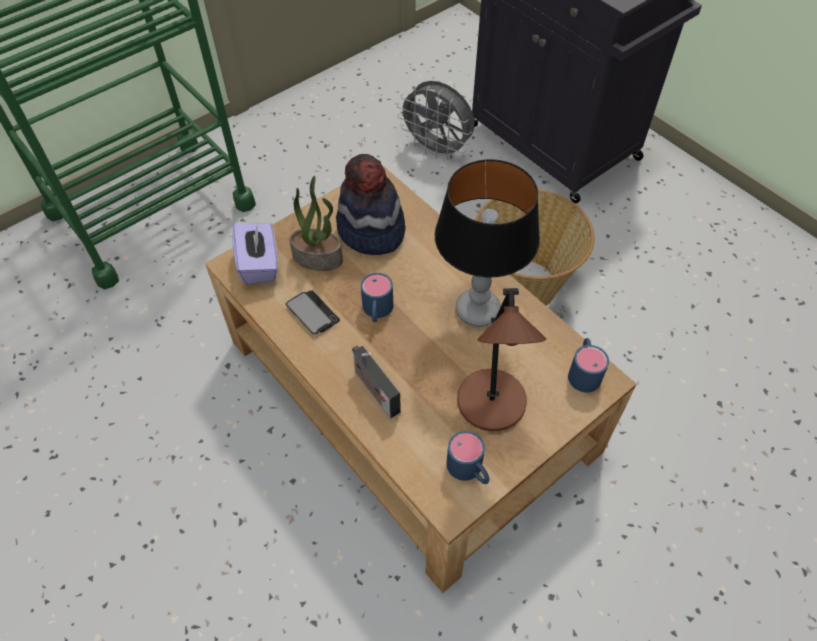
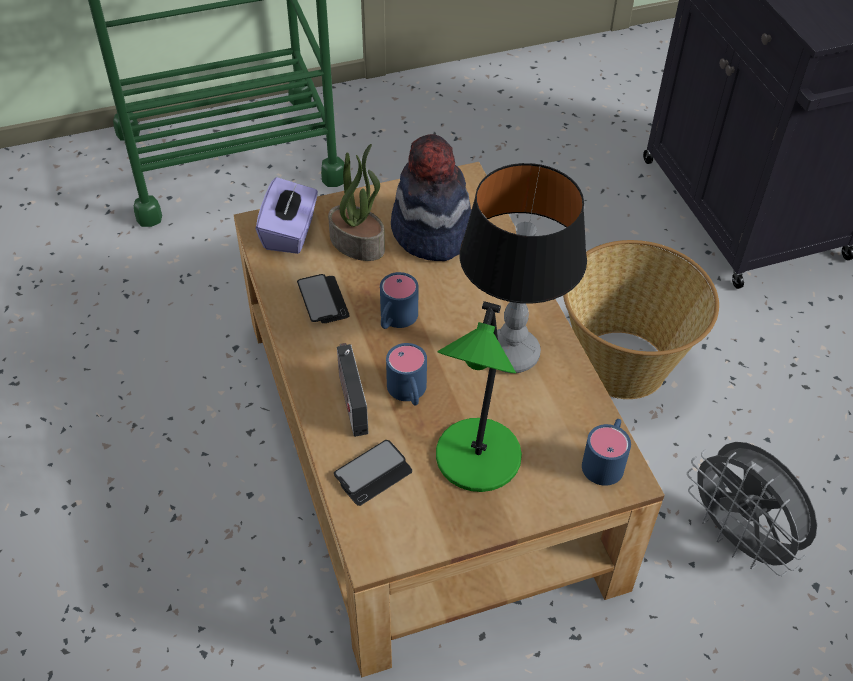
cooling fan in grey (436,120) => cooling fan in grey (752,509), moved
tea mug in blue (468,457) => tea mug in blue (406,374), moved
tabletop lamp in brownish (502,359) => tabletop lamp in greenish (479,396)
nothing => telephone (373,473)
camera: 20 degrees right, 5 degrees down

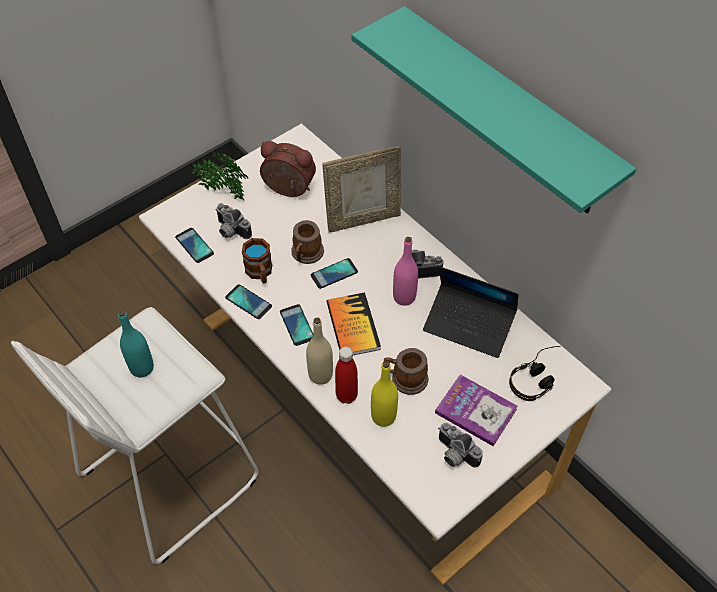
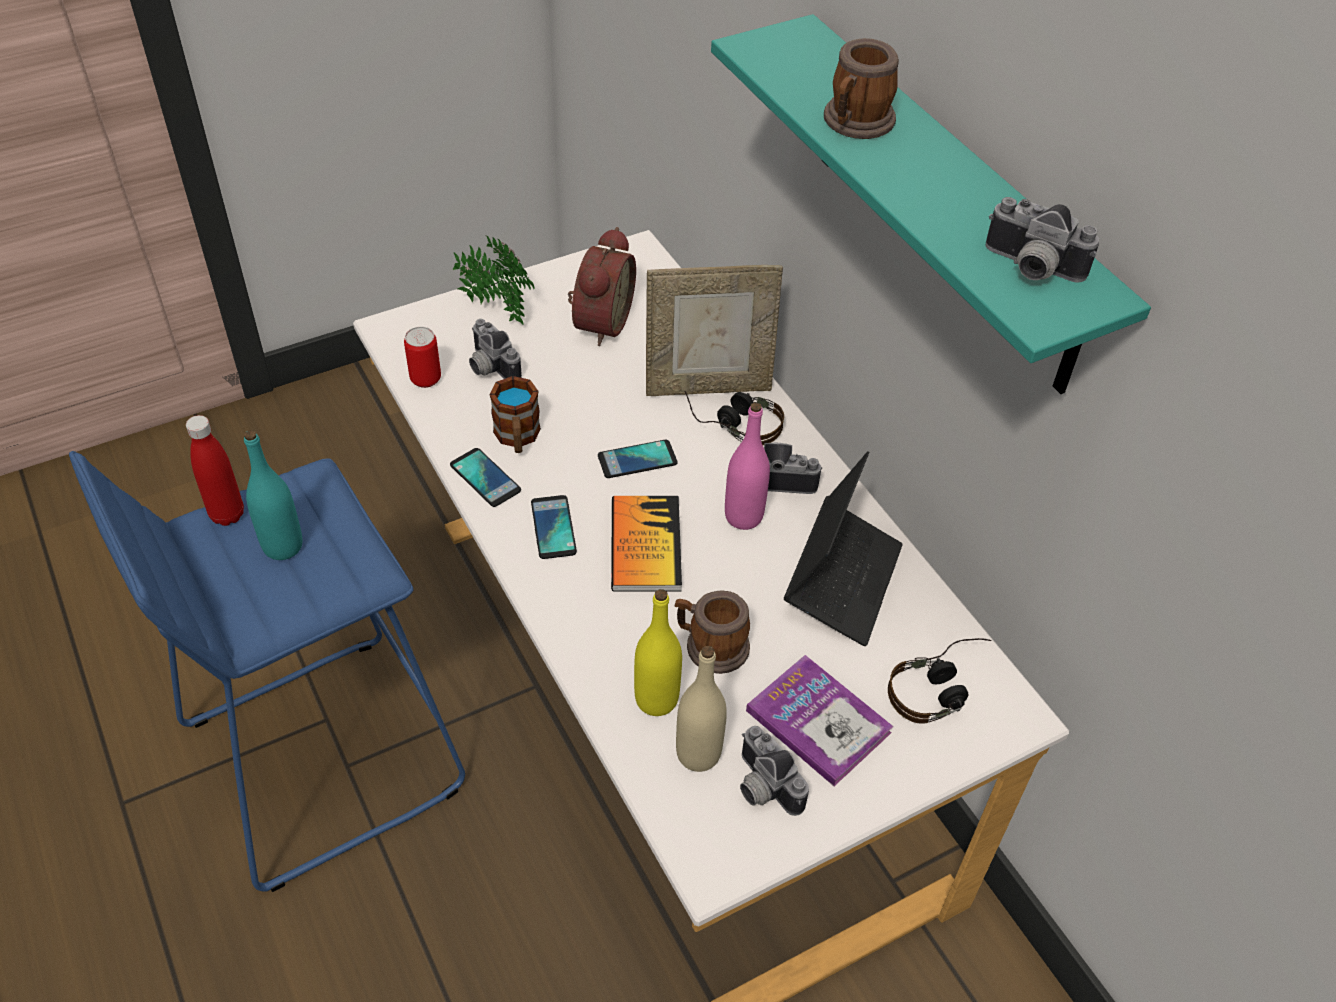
sitting stool in whitish (134,435) => sitting stool in blue (267,671)
telephone (194,245) => metal can (422,357)
table clock (288,169) => table clock (602,286), 75 degrees clockwise
tea mug (307,242) => tea mug (861,88), moved
beverage bottle in sand-coloured (319,351) => beverage bottle in sand-coloured (701,709), moved
beverage bottle in red (346,375) => beverage bottle in red (215,470), moved
laptop (471,312) => laptop (843,548), 105 degrees counterclockwise
nothing => headset (734,418)
nothing => still camera (1042,240)
camera: 10 degrees right, 5 degrees down

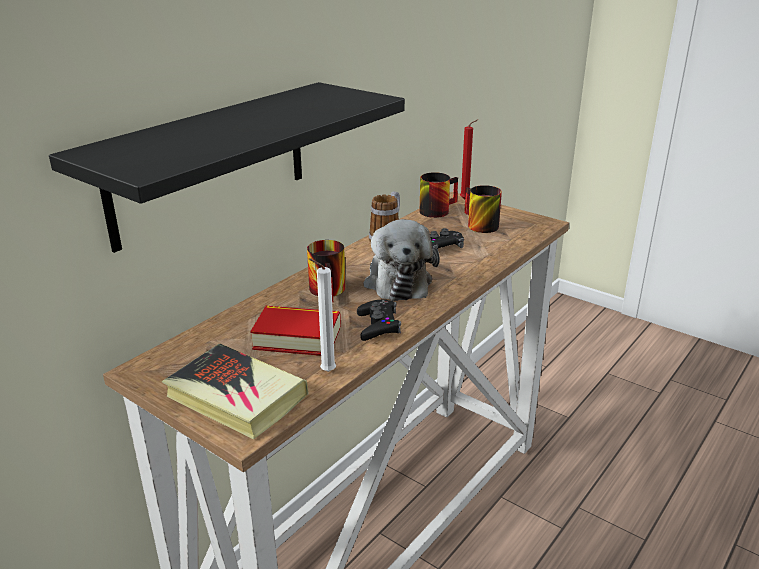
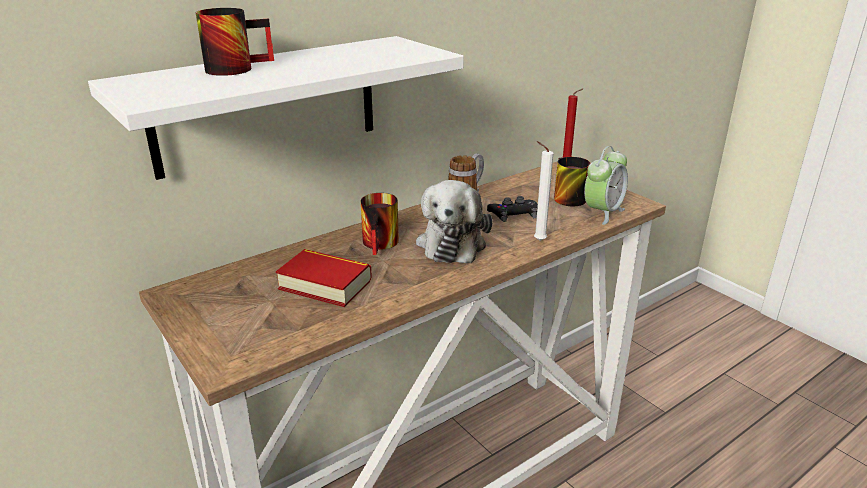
bracket shelf in black (227,167) => bracket shelf in whitish (276,108)
volume (235,391) => nothing
wax candle in whitish (322,315) => wax candle in whitish (543,191), moved
game controller in black (379,320) => nothing
tea mug (438,195) => tea mug (235,42), moved
nothing => table clock (606,185)
camera: 15 degrees right, 0 degrees up

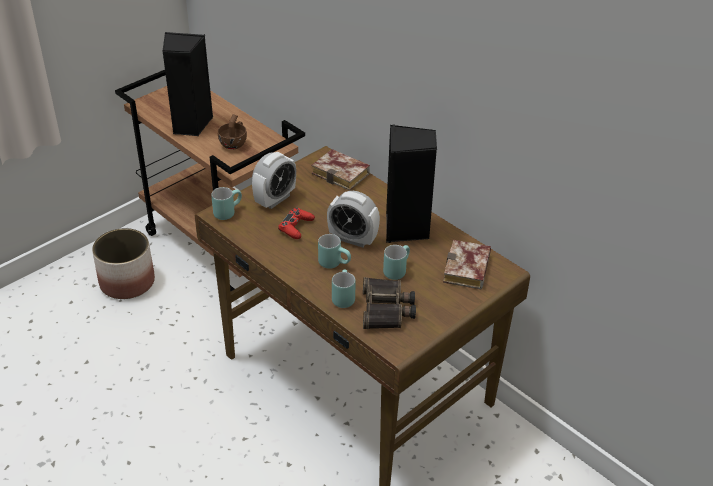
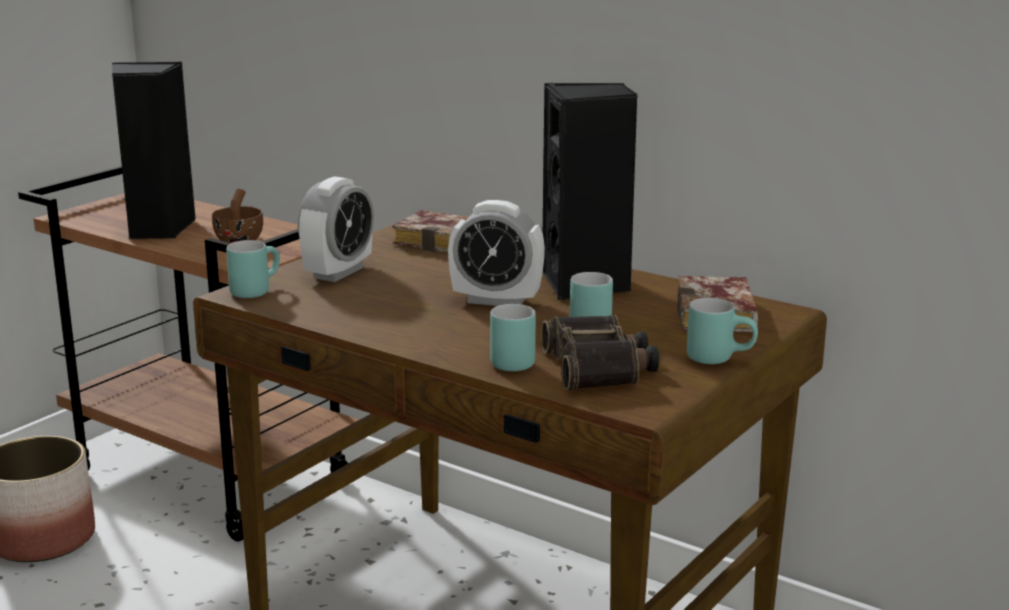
game controller in red (296,223) => nothing
tea mug in turquoise (334,251) => tea mug in turquoise (722,331), moved
camera: 10 degrees left, 20 degrees down

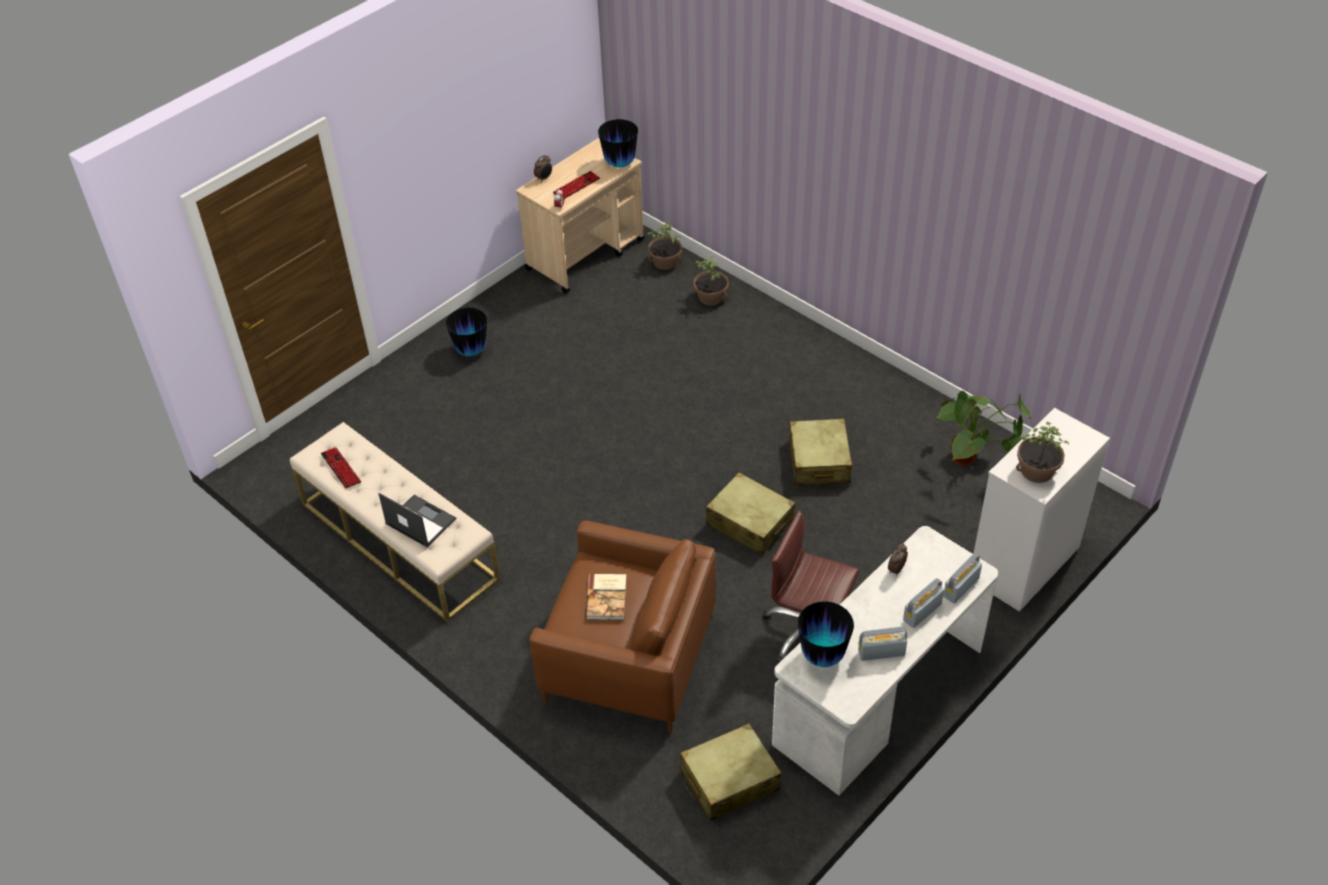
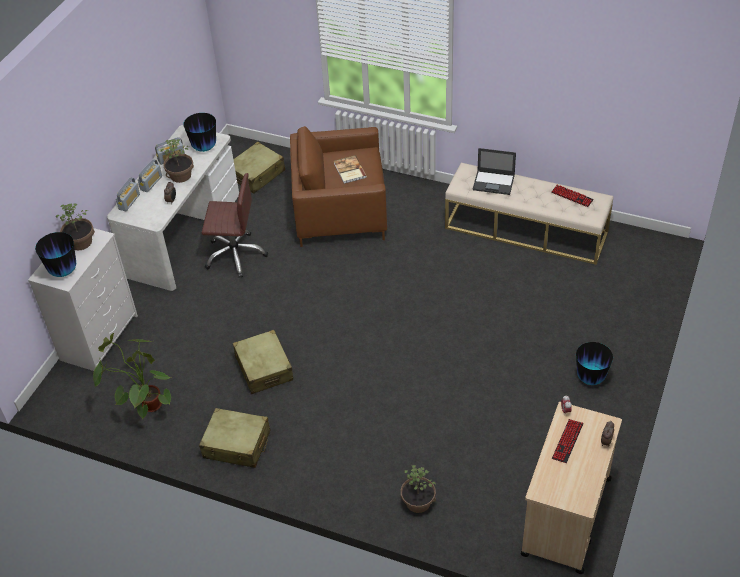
vase (618,143) => vase (55,254), moved
houseplant (665,245) => houseplant (177,161), moved
travel case in sand-coloured (750,513) => travel case in sand-coloured (234,438), moved
camera: 160 degrees right, 0 degrees up

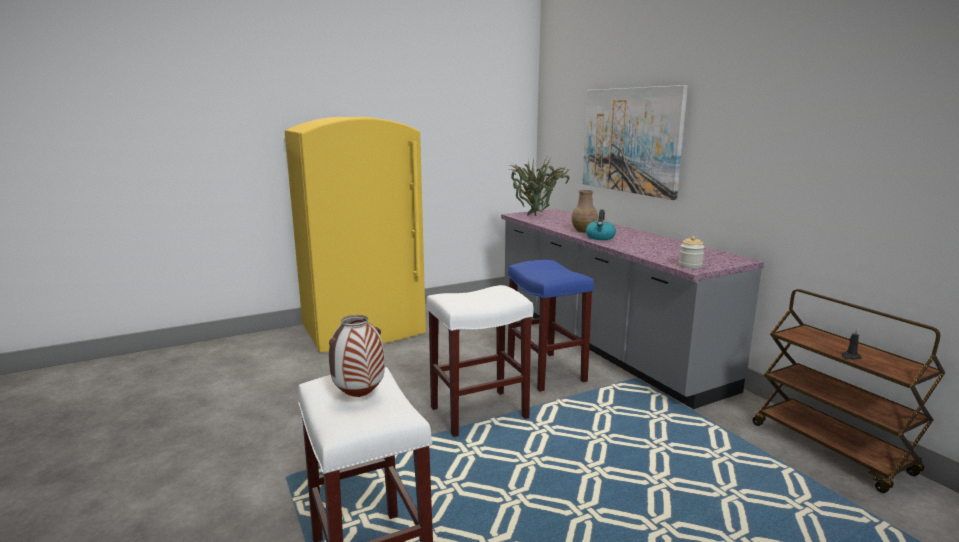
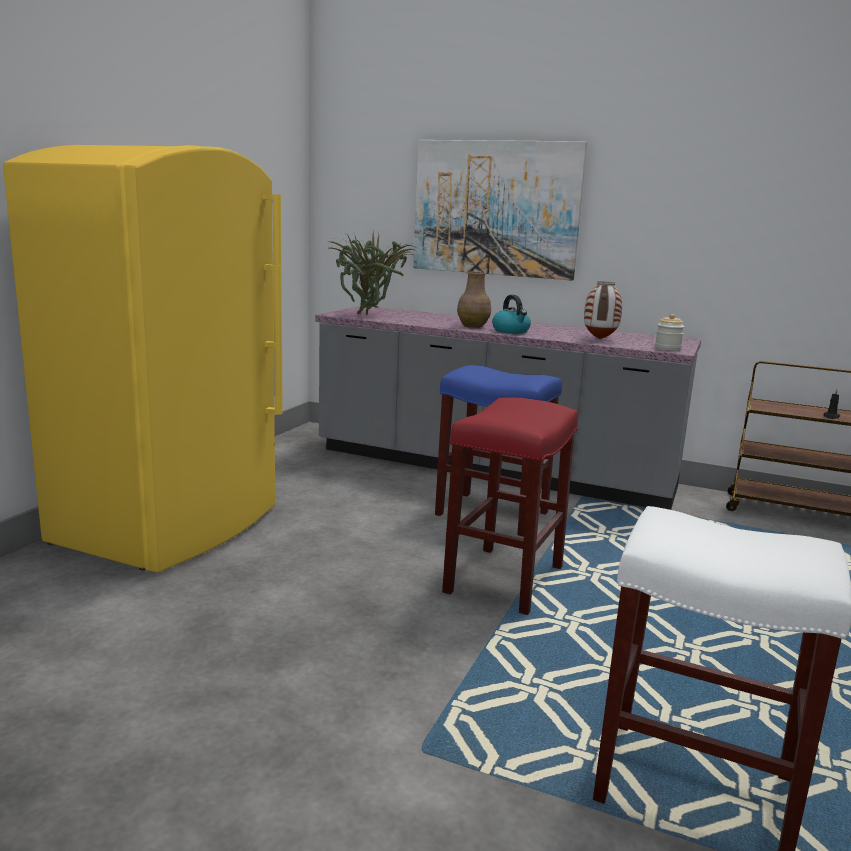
vase (357,356) => vase (603,310), moved
sitting stool in whitish (480,361) => sitting stool in red (510,506)
camera: 40 degrees left, 0 degrees up

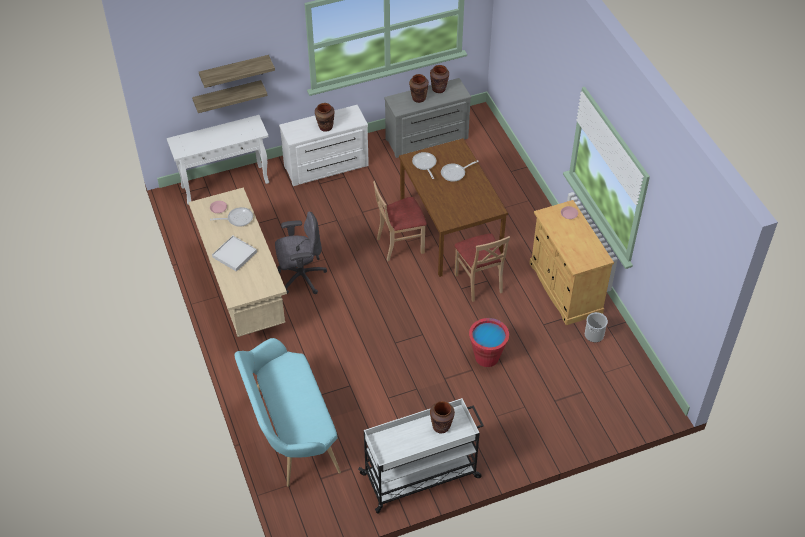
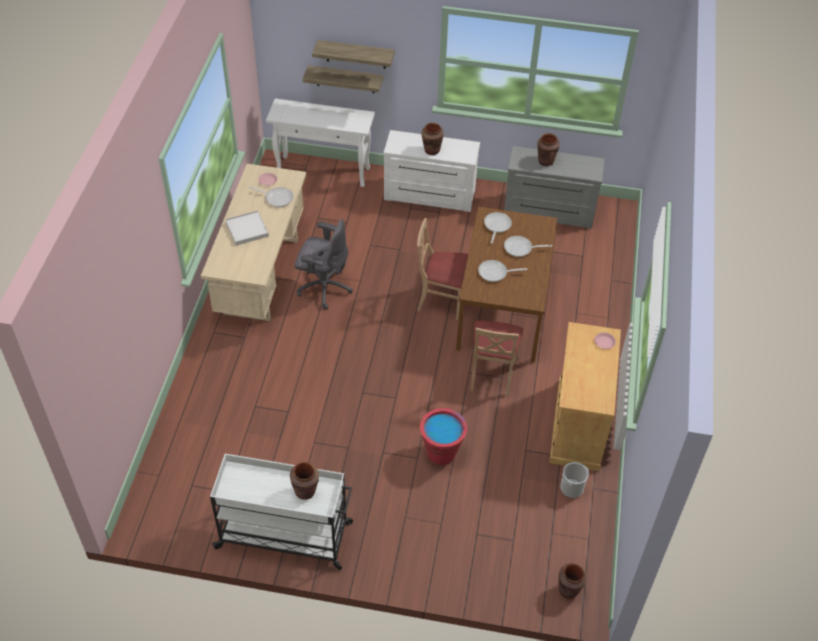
indoor bench in turquoise (288,412) => nothing
vase in brownish (439,79) => vase in brownish (572,581), moved
nothing => skillet (502,271)
camera: 30 degrees right, 0 degrees up

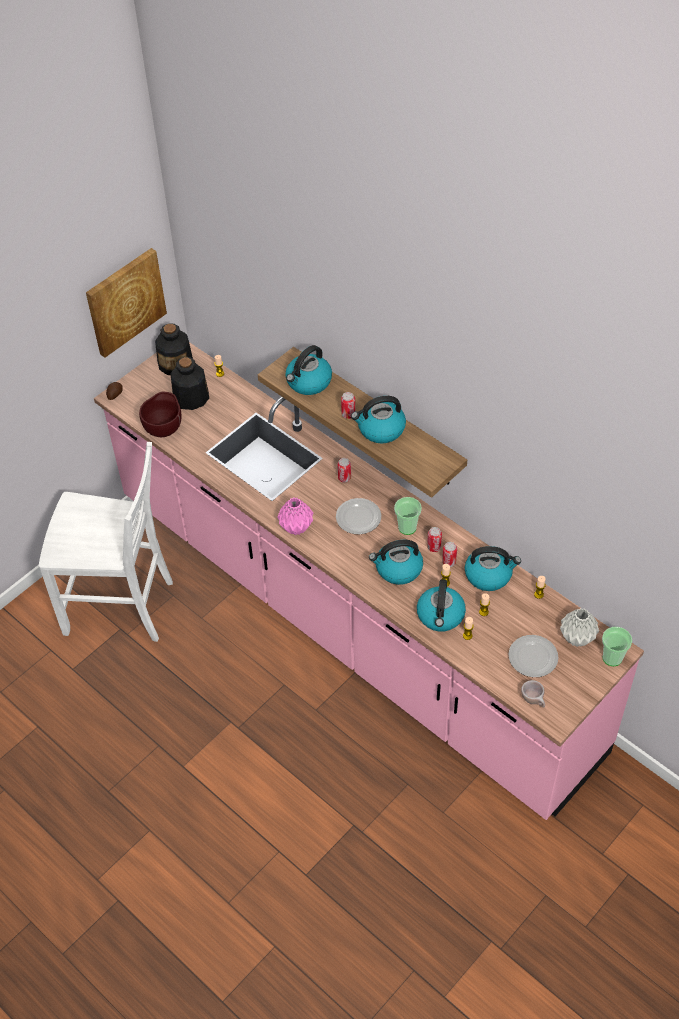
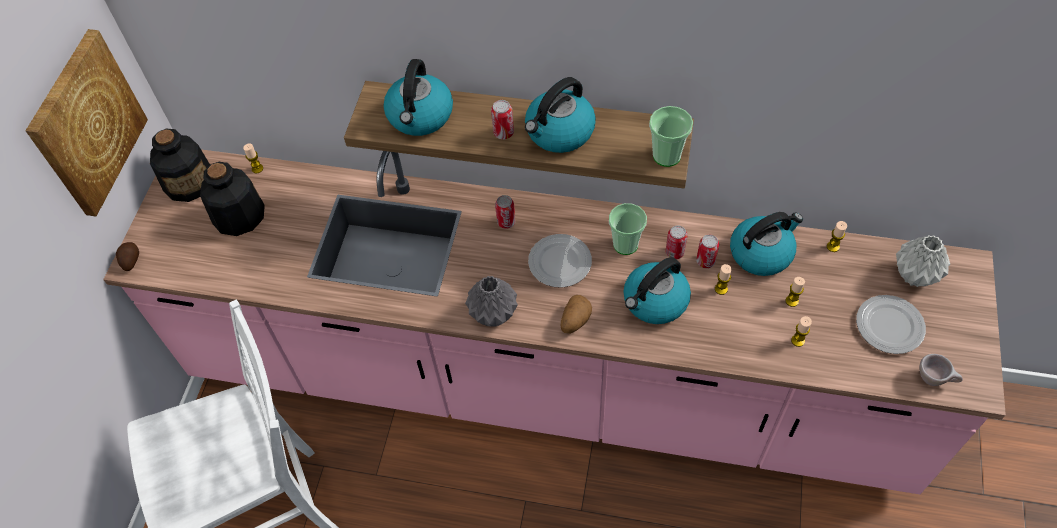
deep dish in brownish (160,414) => nothing
vase in pink (295,516) => vase in grey (491,301)
tea kettle (441,605) => nothing
cup (617,646) => cup (671,136), moved
nothing => whole potato (576,314)
camera: 30 degrees left, 5 degrees up

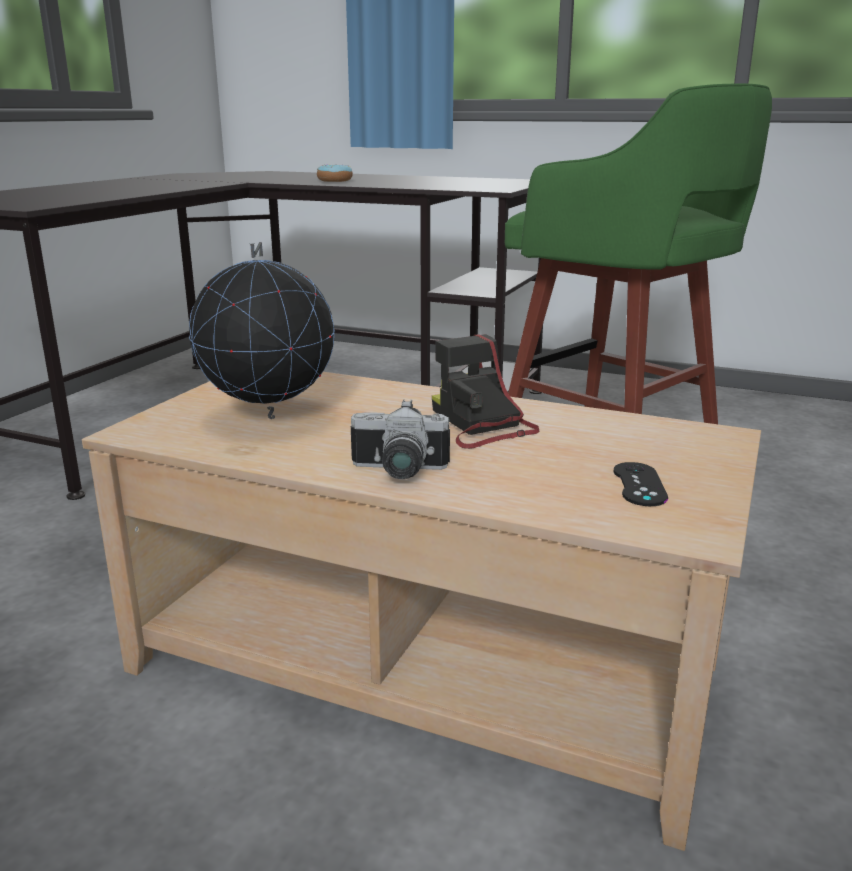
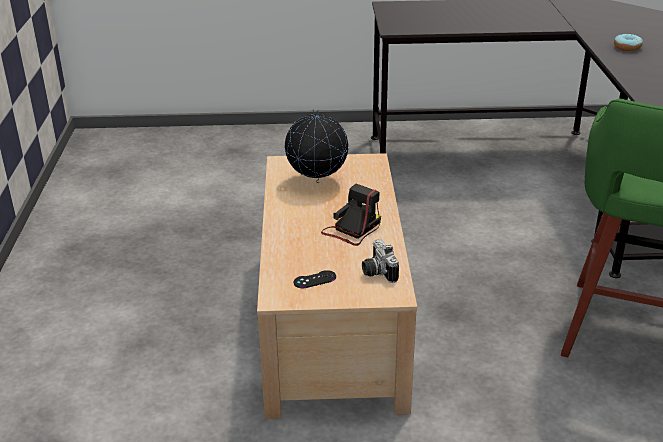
still camera (400,439) => still camera (380,261), moved
camera: 65 degrees right, 10 degrees up

